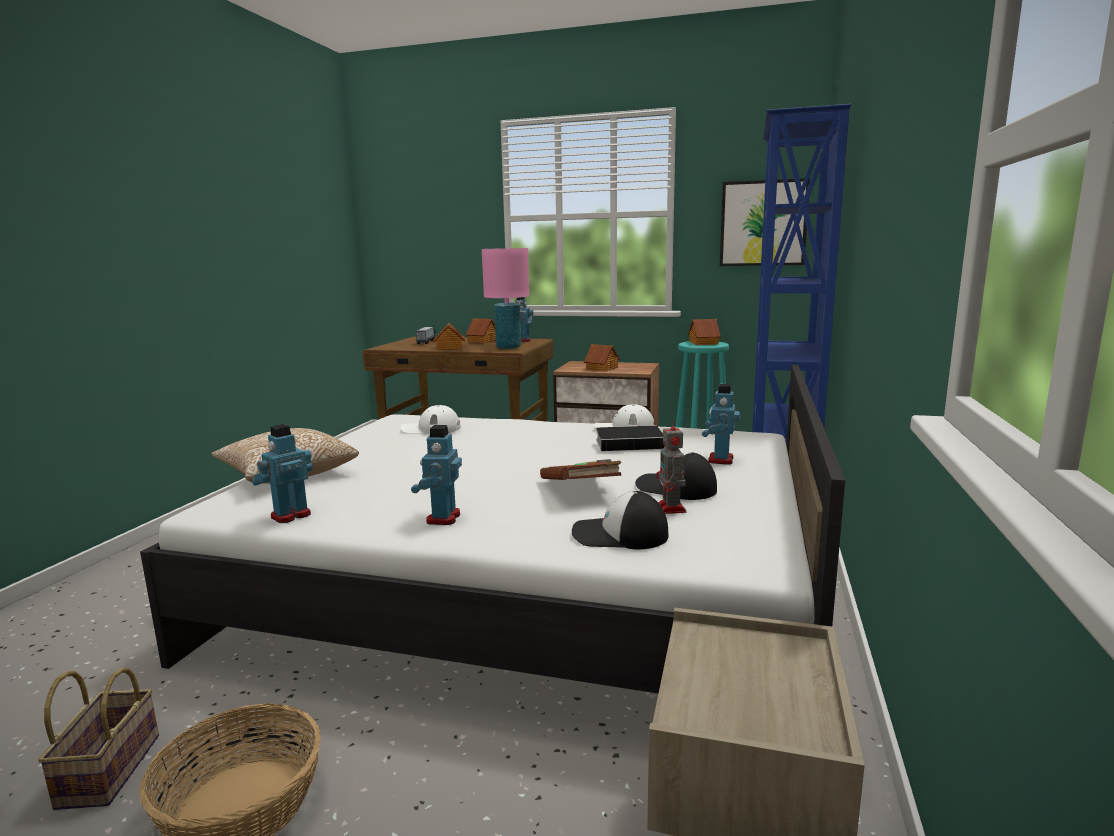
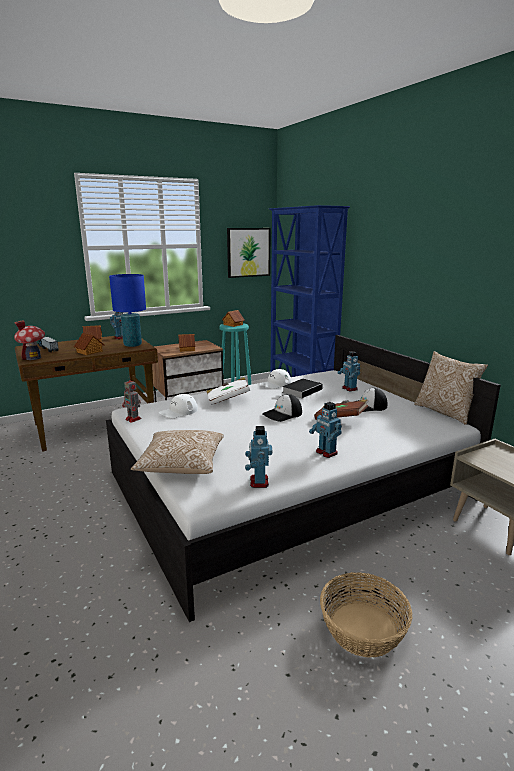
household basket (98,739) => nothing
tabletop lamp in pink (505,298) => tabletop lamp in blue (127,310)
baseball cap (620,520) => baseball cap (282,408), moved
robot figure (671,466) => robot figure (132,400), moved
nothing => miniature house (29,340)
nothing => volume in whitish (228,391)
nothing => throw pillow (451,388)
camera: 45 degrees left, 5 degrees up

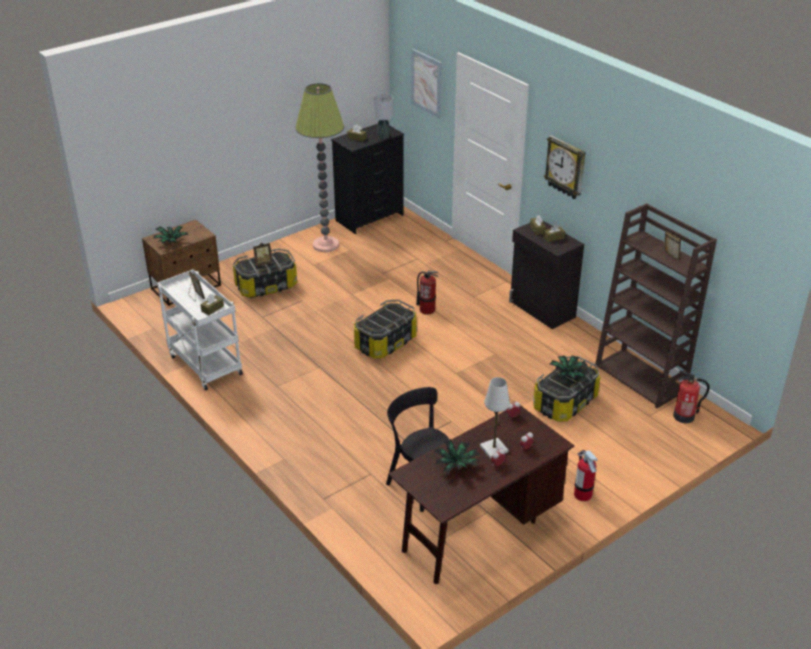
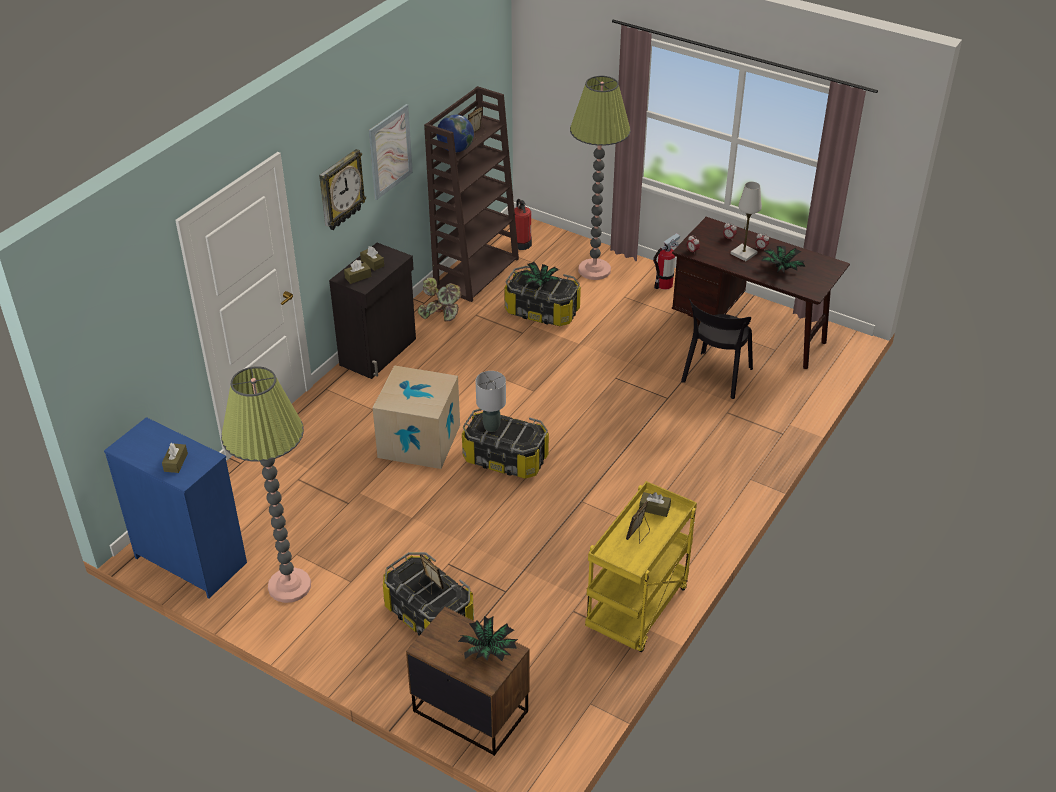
wheeled cart in whitish (200,330) => wheeled cart in yellowish (641,566)
dresser in black (367,179) => dresser in blue (175,507)
tabletop lamp in grey (383,116) => tabletop lamp in grey (491,401), moved
picture (426,84) => picture (391,152), moved
fire extinguisher (427,292) => carton (416,417)
nothing => houseplant (439,299)
nothing => globe (455,133)
nothing => floor lamp (600,178)
camera: 110 degrees left, 5 degrees up

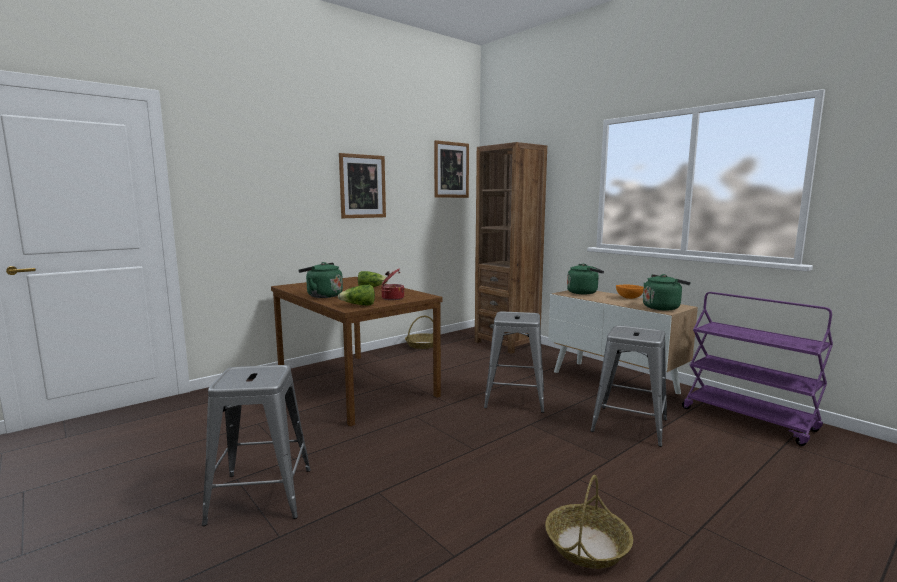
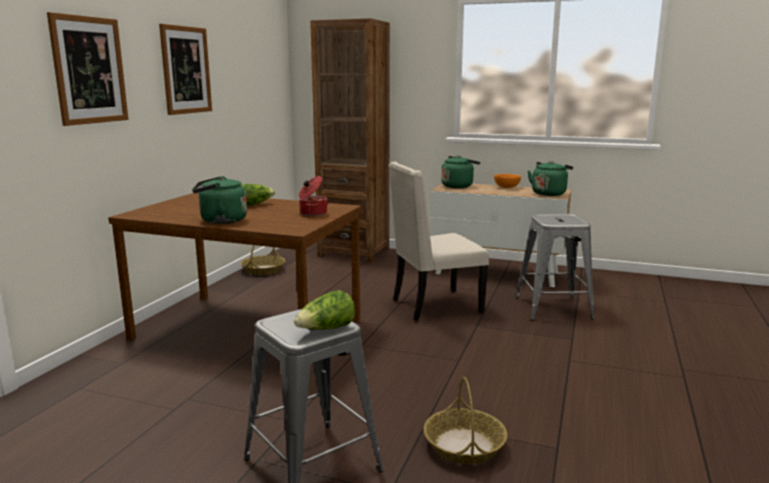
lettuce (356,295) => lettuce (324,310), moved
picture (451,169) => picture (88,69), moved
sitting stool in grey (514,362) => upright chair in sand-coloured (439,241)
household basket (589,522) => household basket (465,420), moved
wheeled cart in purple-coloured (757,369) => nothing
camera: 30 degrees left, 5 degrees up

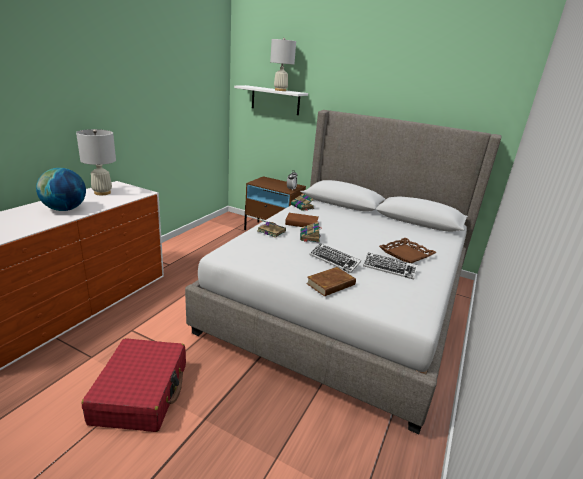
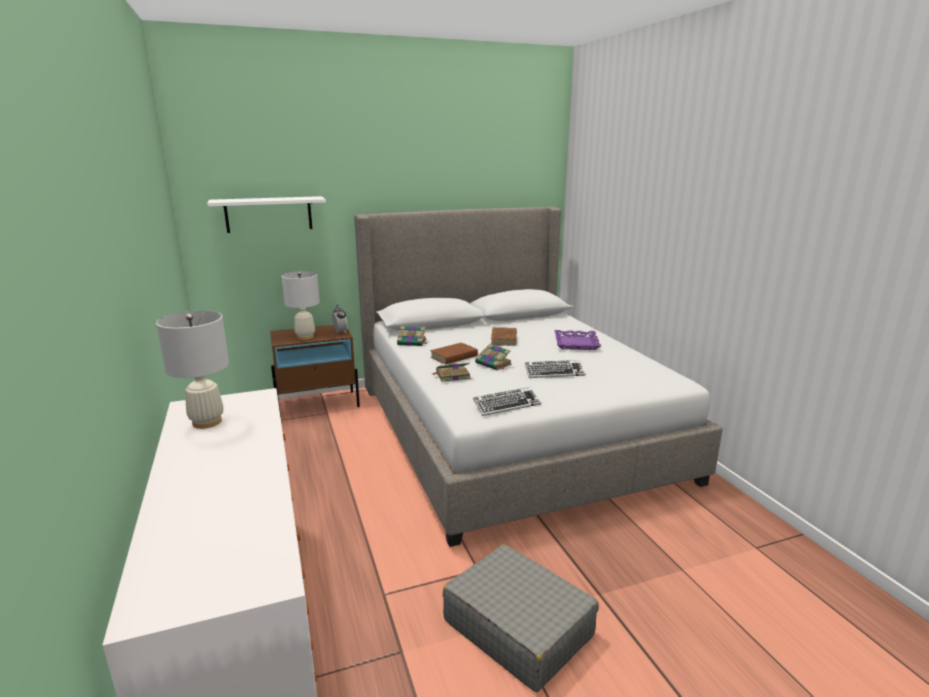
globe (61,189) => nothing
travel case in red (133,385) => travel case in grey (521,618)
tabletop lamp in whitish (283,64) => tabletop lamp in whitish (301,305), moved
volume in brownish (331,281) => volume in brownish (504,336), moved
computer keyboard (390,266) => computer keyboard (507,401), moved
serving tray in brownish (408,250) => serving tray in purple-coloured (577,340)
camera: 45 degrees left, 5 degrees down

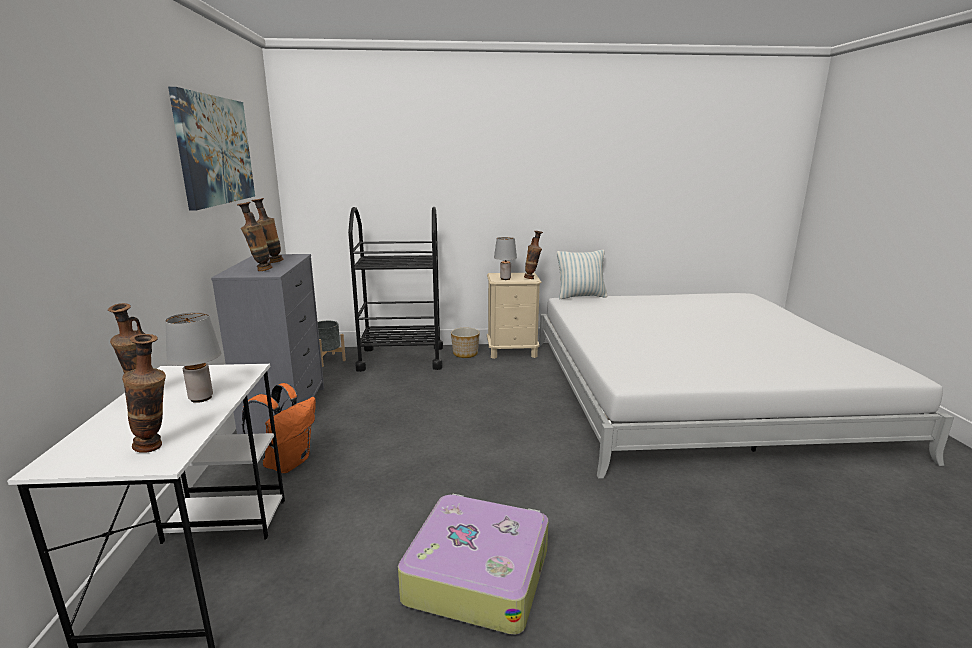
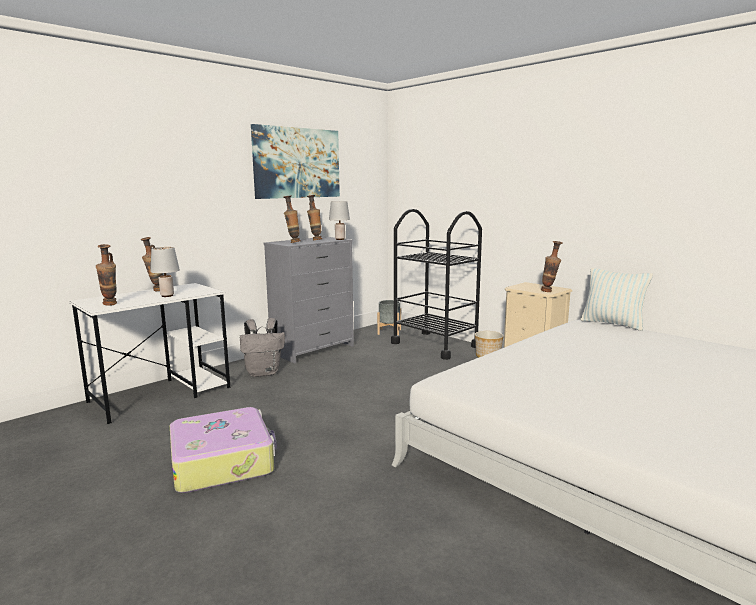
knapsack in orangey (279,428) => knapsack in grey (262,347)
tabletop lamp in grey (505,258) => tabletop lamp in grey (339,220), moved
camera: 50 degrees right, 5 degrees down

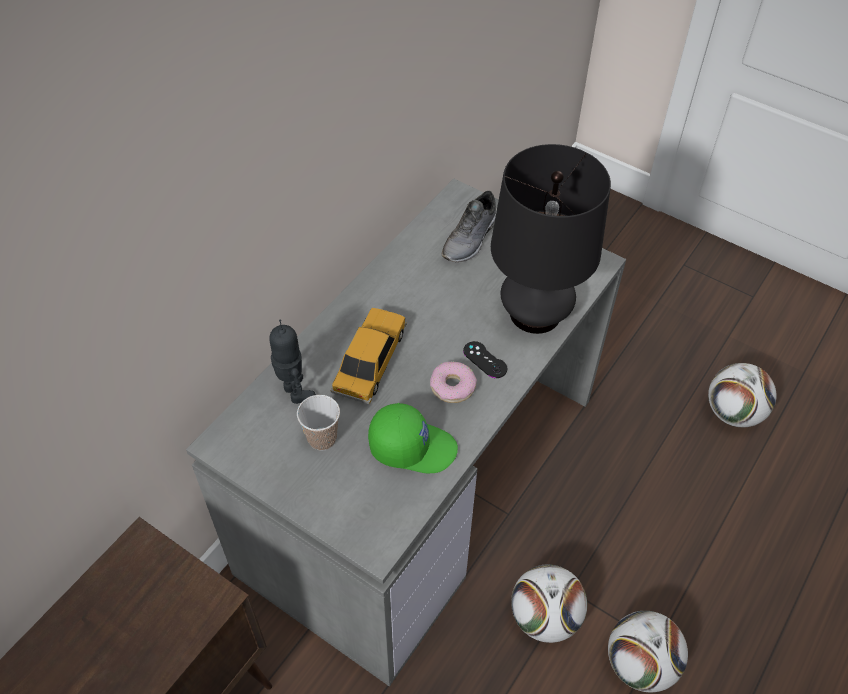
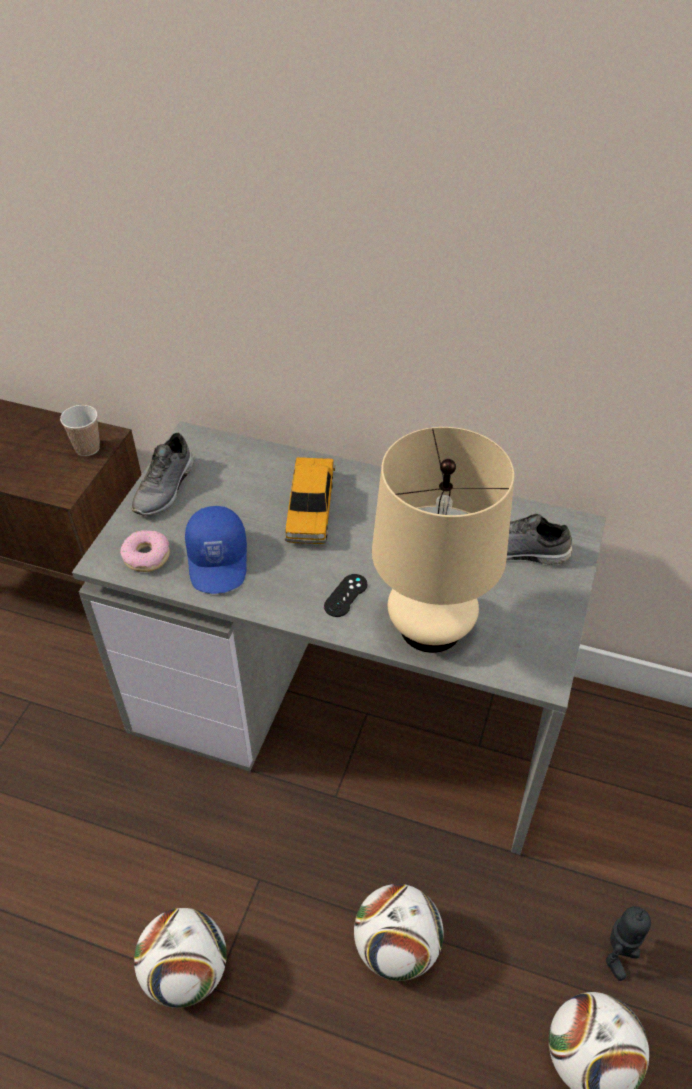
robot figure (292,361) => robot figure (628,943), moved
cup (318,423) => cup (80,430), moved
toy car (368,356) => toy car (310,500), 90 degrees clockwise
baseball cap in greenish (413,438) => baseball cap in blue (216,550)
ring doughnut (453,382) => ring doughnut (145,551), moved
tabletop lamp in black (551,239) => tabletop lamp in sand-coloured (443,540)
ball for football (549,603) => ball for football (399,932), moved
nothing => item of footwear in grey (163,474)
camera: 75 degrees right, 5 degrees down

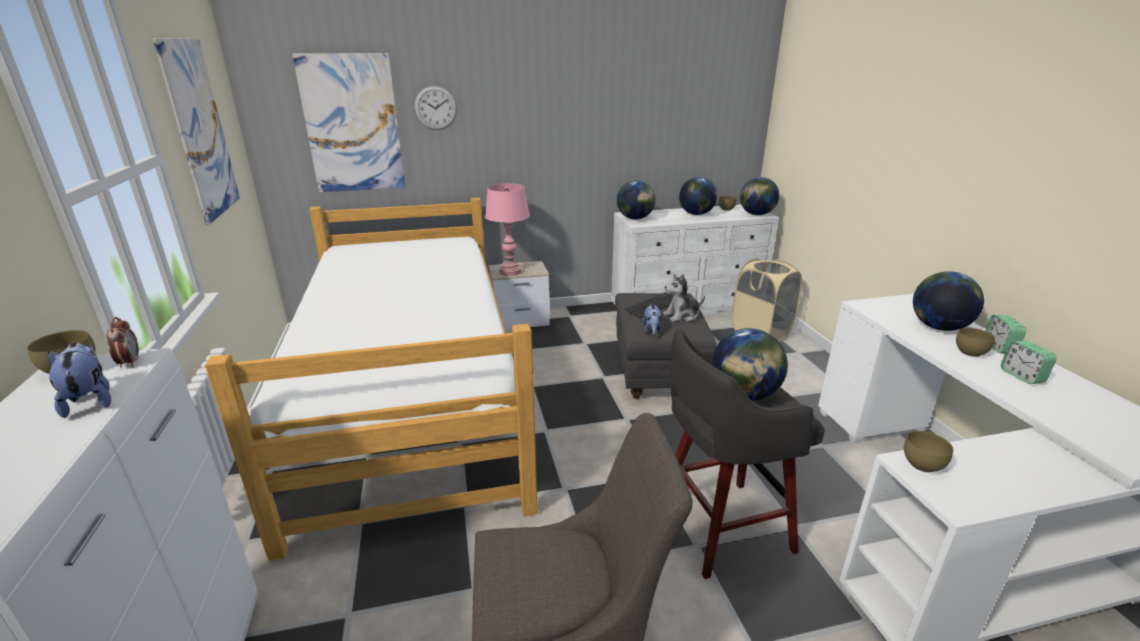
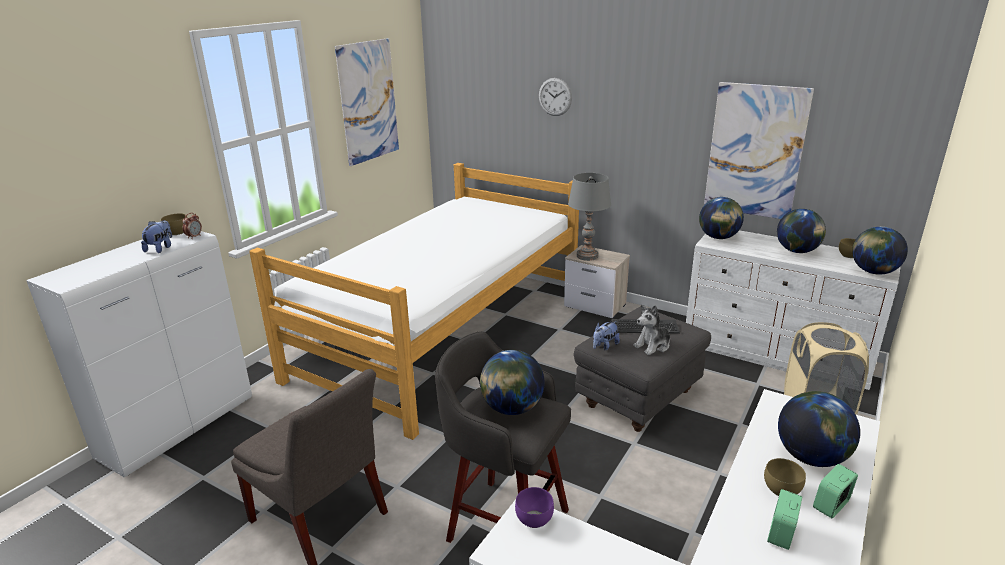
picture (348,122) => picture (759,150), moved
tabletop lamp in pink (507,229) => tabletop lamp in grey (589,217)
cuddly toy (684,298) => cuddly toy (653,329), 60 degrees counterclockwise
deep dish in brownish (928,451) => deep dish in purple-coloured (534,507)
camera: 45 degrees right, 0 degrees up

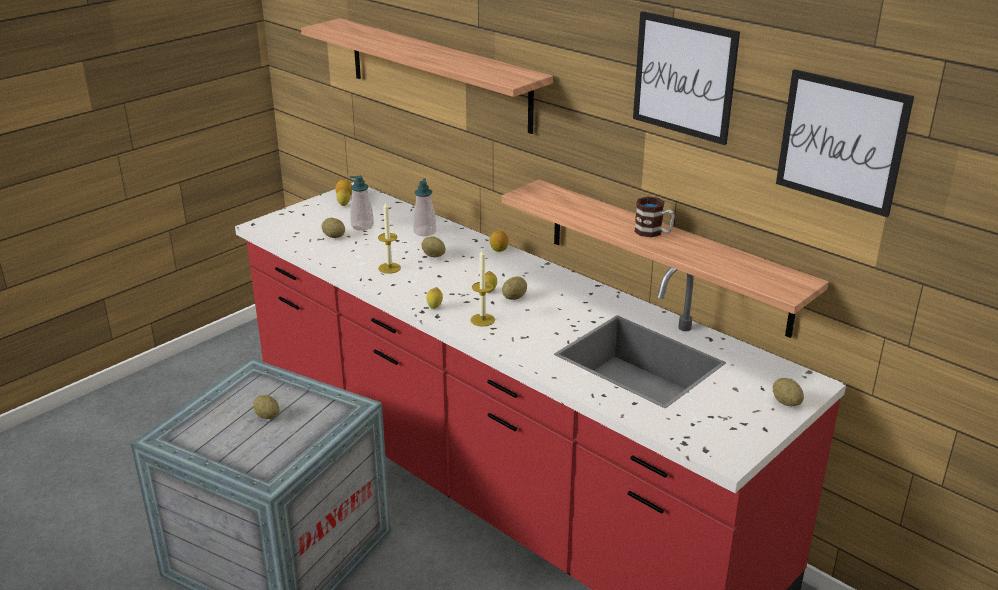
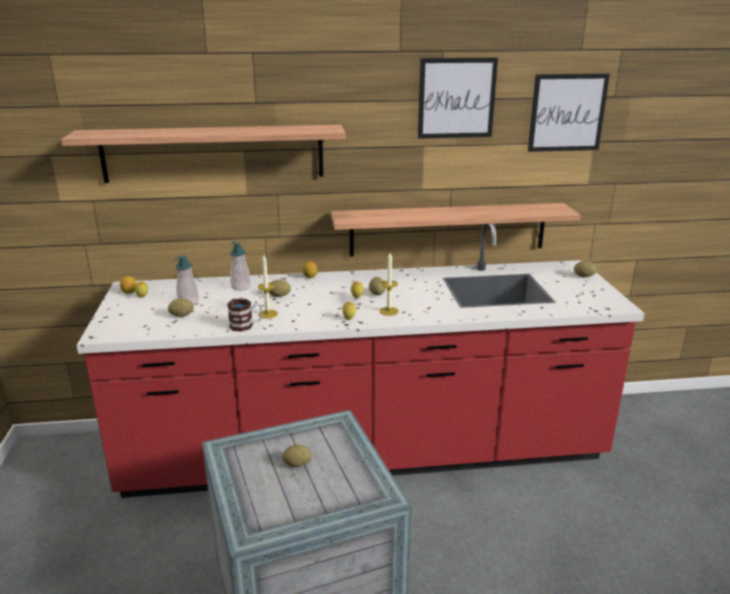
tea mug (654,217) => tea mug (244,315), moved
camera: 50 degrees left, 5 degrees down

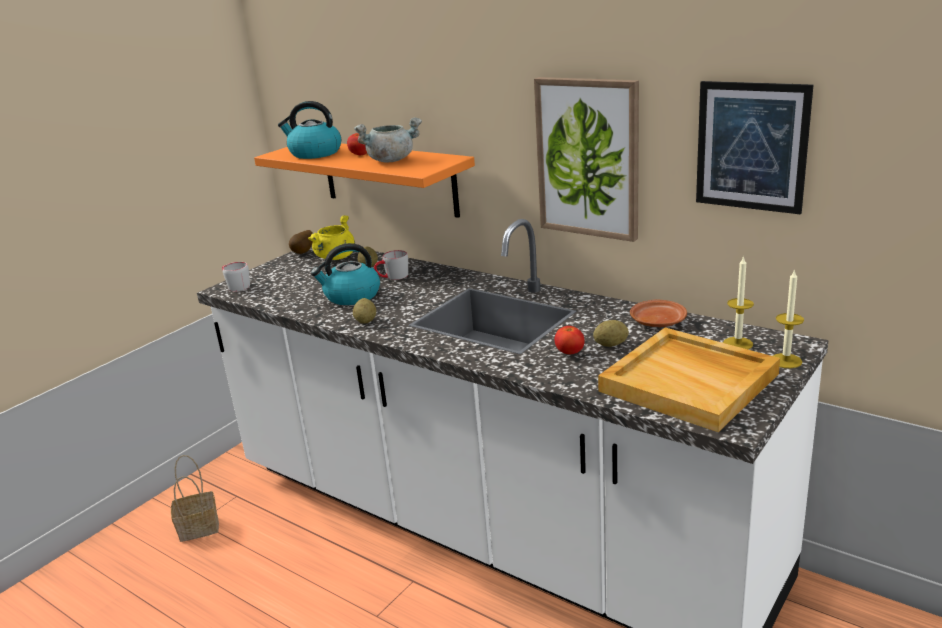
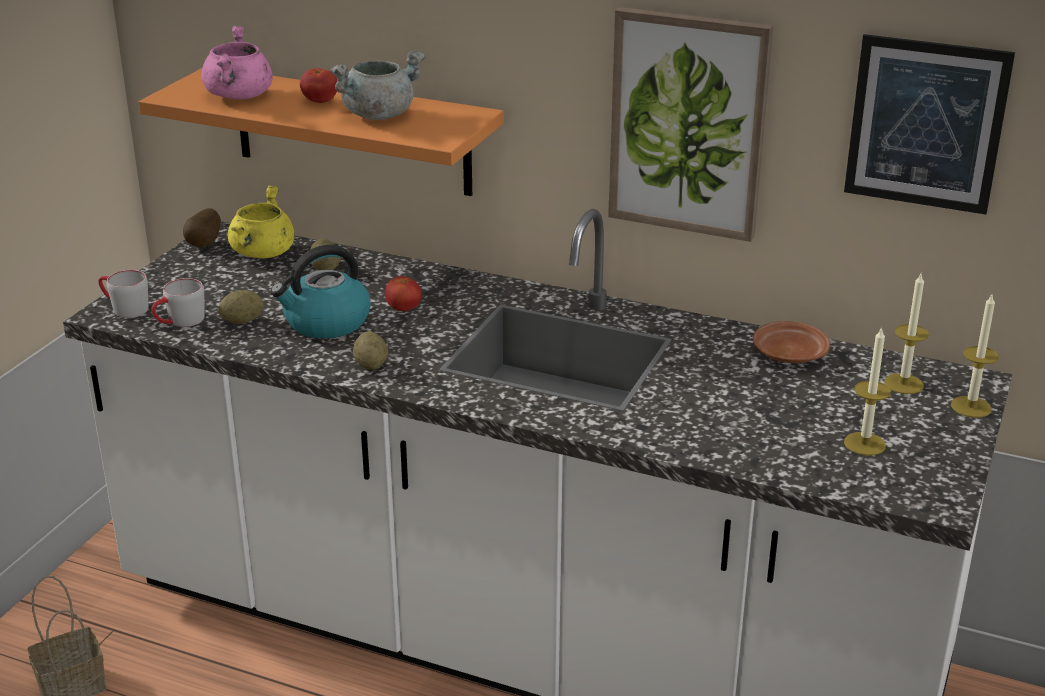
tea kettle (309,130) => stockpot in pink (237,62)
tea mug in grey (391,265) => tea mug in grey (178,302), moved
whole tomato (570,340) => whole tomato (403,293), moved
whole potato (611,333) => whole potato (241,307), moved
serving tray in sand-coloured (689,380) => wax candle (867,391)
camera: 15 degrees left, 5 degrees up

